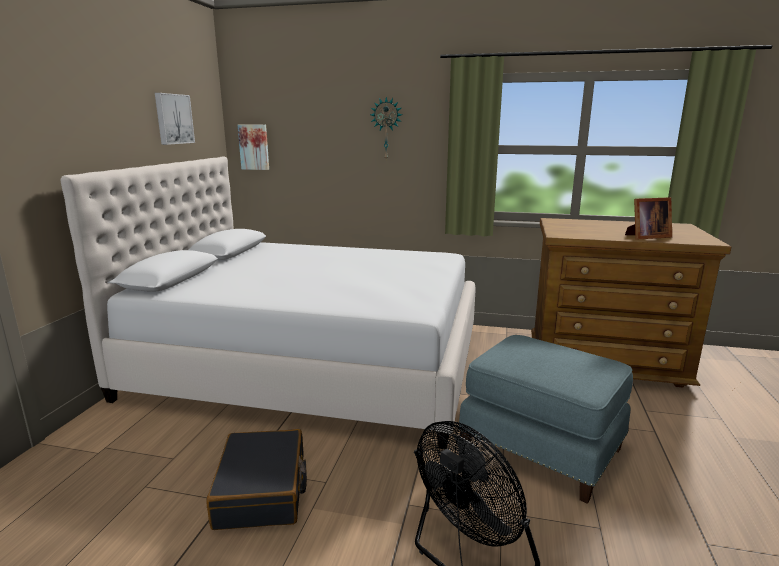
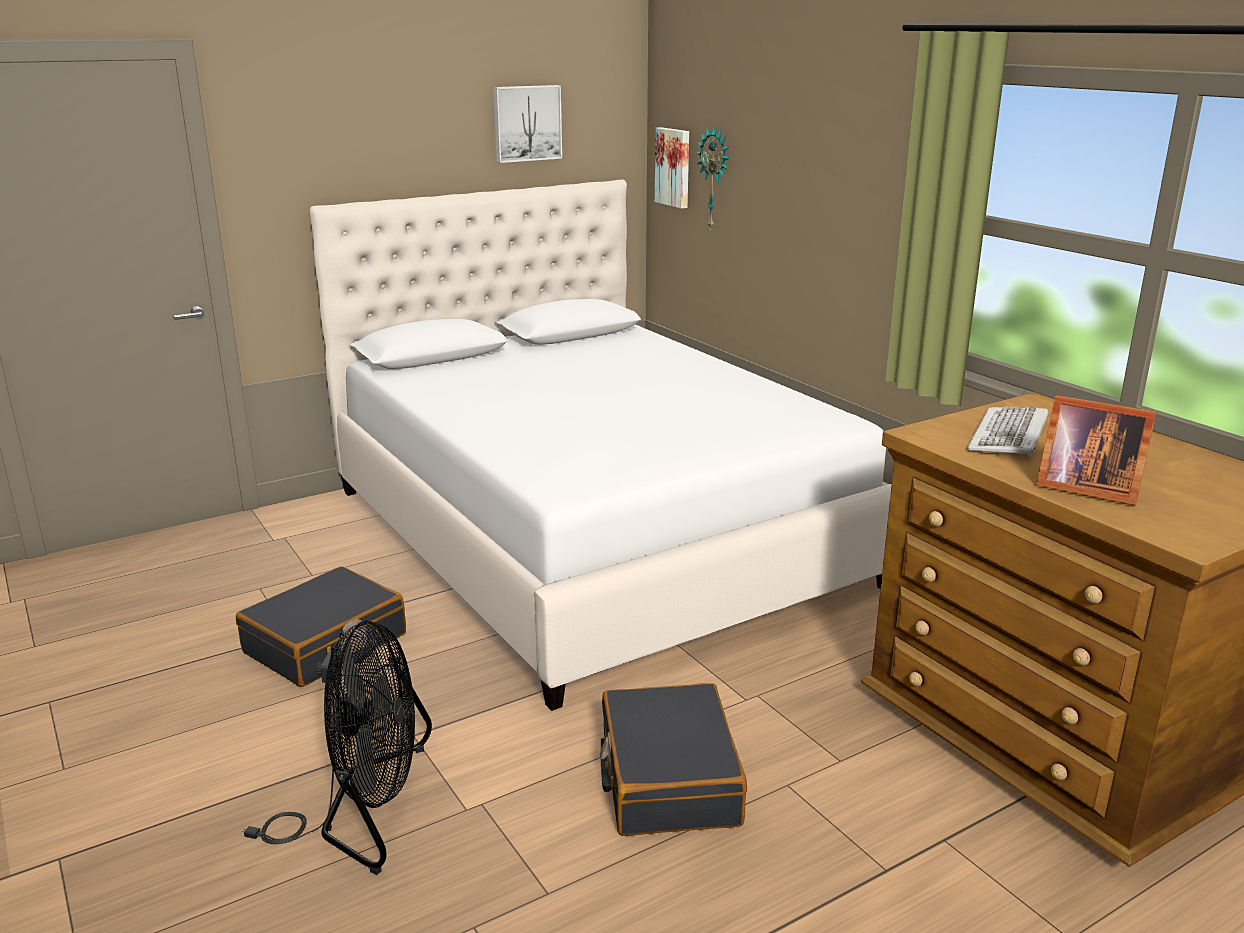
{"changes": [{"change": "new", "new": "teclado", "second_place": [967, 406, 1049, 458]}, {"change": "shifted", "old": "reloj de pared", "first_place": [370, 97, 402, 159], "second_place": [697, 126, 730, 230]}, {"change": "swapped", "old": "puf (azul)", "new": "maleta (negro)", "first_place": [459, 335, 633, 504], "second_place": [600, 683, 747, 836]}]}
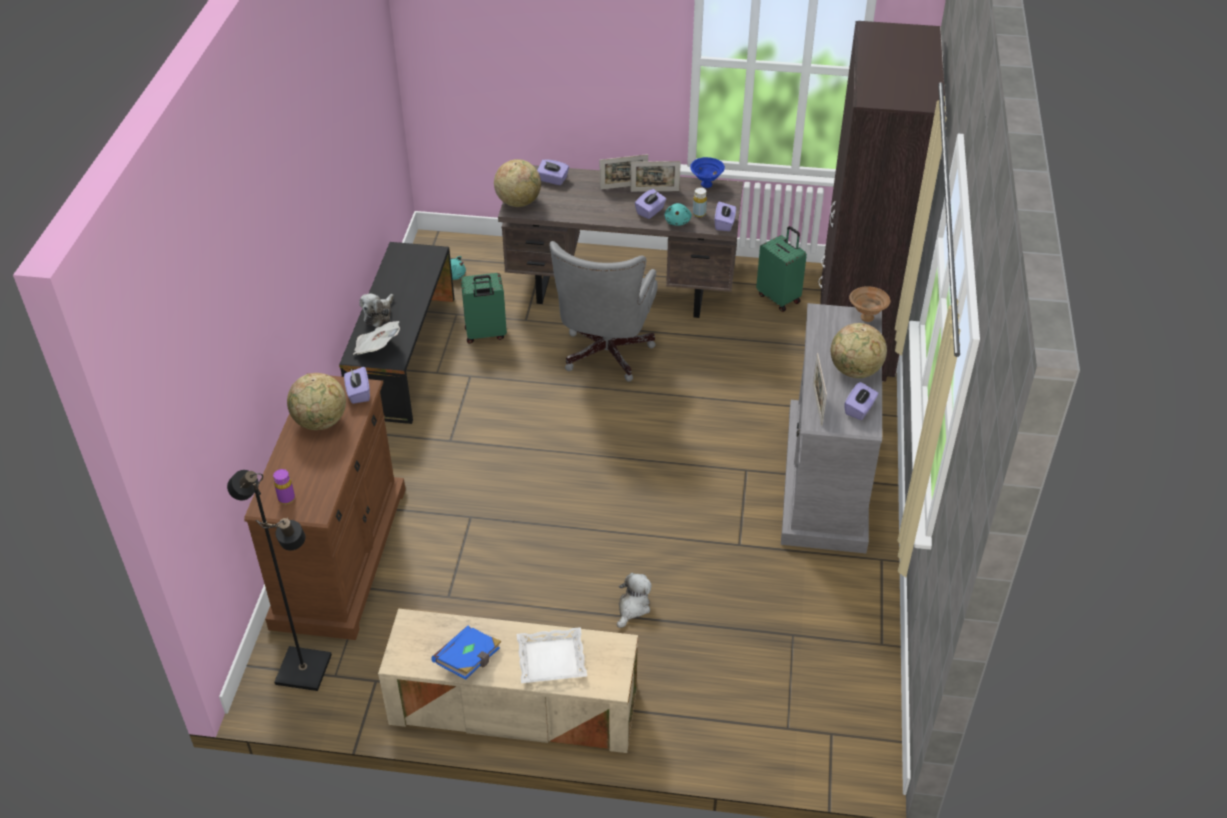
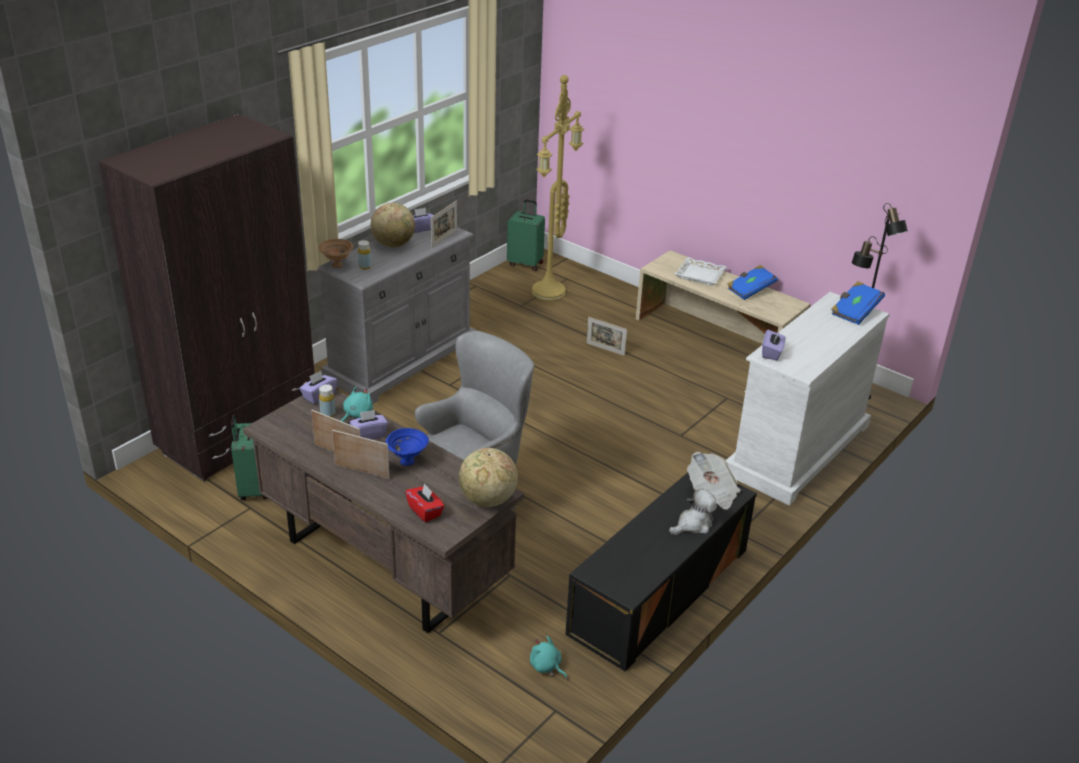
{"changes": [{"change": "gone", "old": "globo terráqueo", "first_place": [287, 373, 346, 430]}, {"change": "new", "new": "botella (amarillo)", "second_place": [358, 240, 371, 270]}, {"change": "new", "new": "lámpara de pie (amarillo)", "second_place": [532, 75, 584, 301]}, {"change": "shifted", "old": "maleta (verde)", "first_place": [461, 273, 507, 344], "second_place": [507, 199, 545, 271]}, {"change": "shifted", "old": "cuenco (azul)", "first_place": [690, 157, 725, 188], "second_place": [386, 428, 429, 466]}, {"change": "swapped", "old": "botella (morado)", "new": "libro (azul)", "first_place": [273, 469, 295, 504], "second_place": [831, 281, 885, 325]}, {"change": "swapped", "old": "peluche", "new": "portarretratos", "first_place": [617, 573, 651, 628], "second_place": [587, 317, 627, 356]}, {"change": "repainted", "old": "cómoda (marrón)", "new": "cómoda (blanco)", "first_place": [244, 373, 406, 640], "second_place": [726, 292, 890, 506]}, {"change": "repainted", "old": "caja de pañuelos (morado)", "new": "caja de pañuelos (rojo)", "first_place": [537, 159, 569, 185], "second_place": [405, 483, 444, 522]}]}
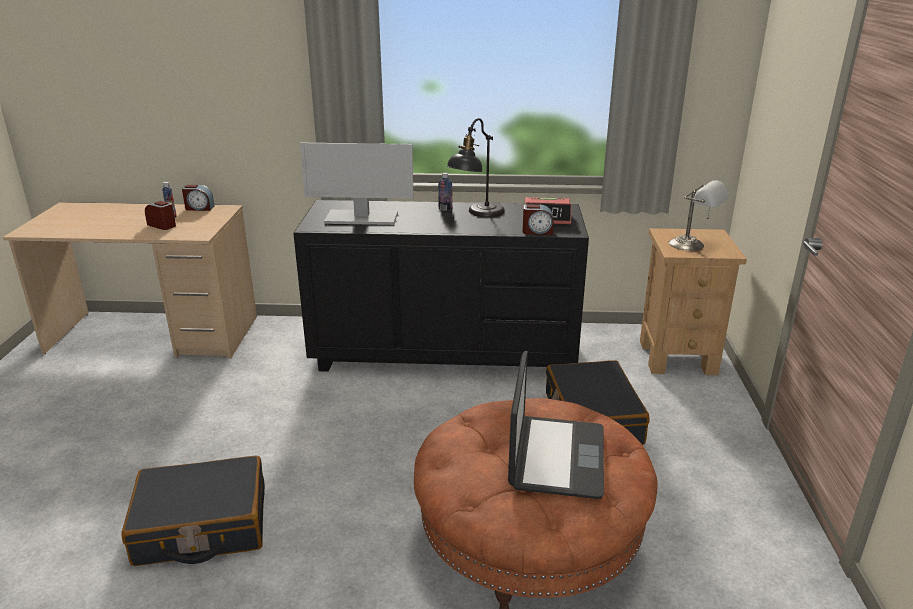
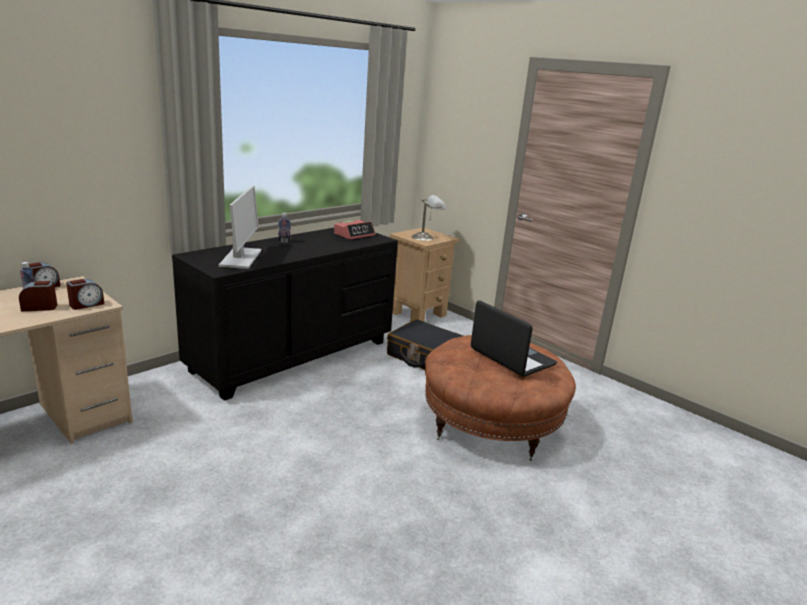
{"changes": [{"change": "gone", "old": "maleta (negro)", "first_place": [122, 455, 265, 566]}, {"change": "gone", "old": "lámpara de mesa (gris)", "first_place": [447, 118, 505, 217]}, {"change": "shifted", "old": "despertador", "first_place": [523, 204, 553, 235], "second_place": [66, 279, 104, 310]}, {"change": "rotated", "old": "monitor", "first_place": [300, 143, 413, 225], "second_place": [219, 186, 261, 269], "degrees": -45}]}
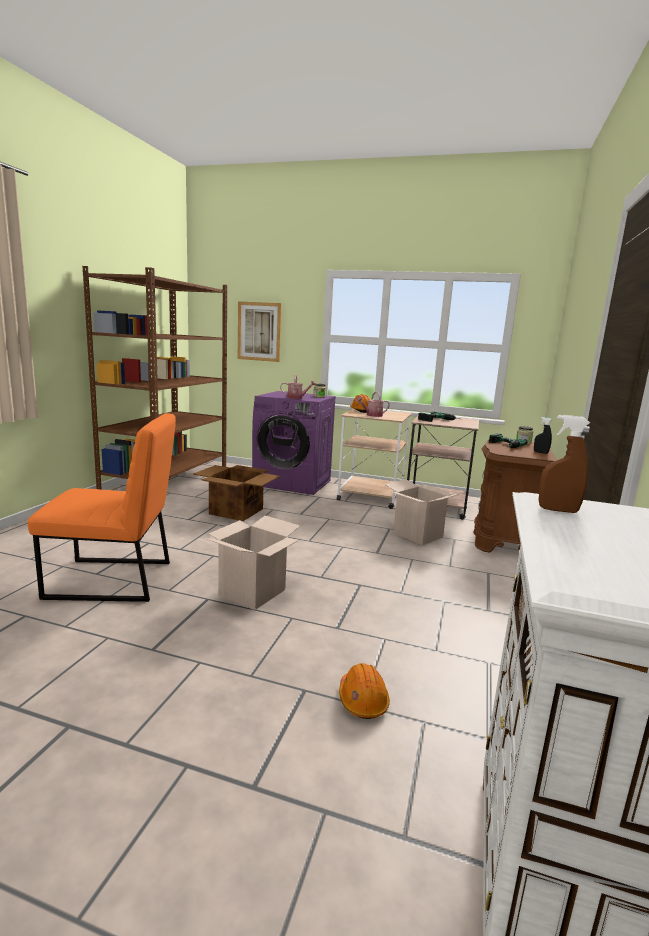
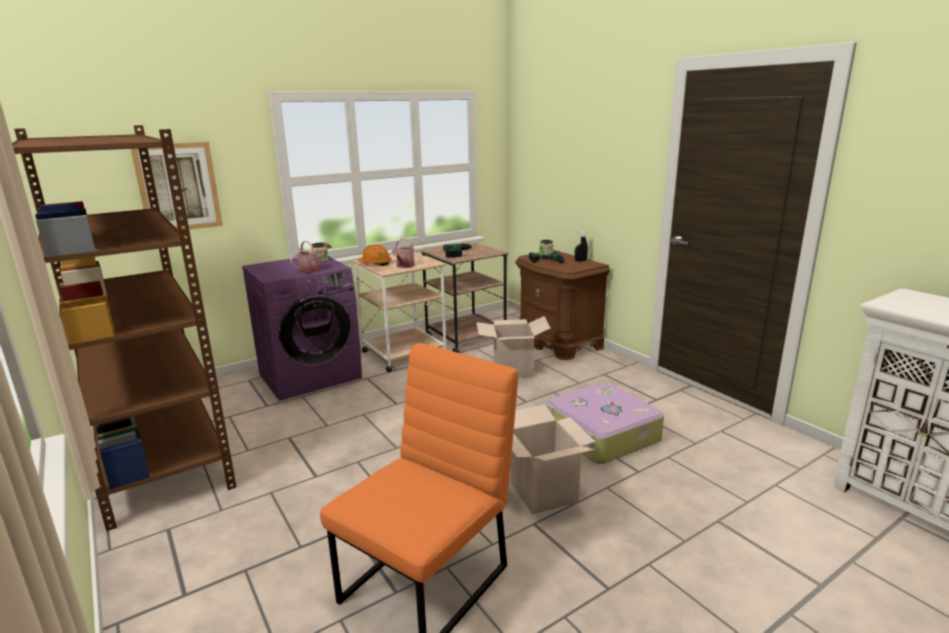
{"changes": [{"change": "gone", "old": "caja de cartón", "first_place": [193, 465, 280, 521]}, {"change": "gone", "old": "casco (naranja)", "first_place": [339, 663, 390, 719]}, {"change": "gone", "old": "pulverizador (marrón)", "first_place": [539, 415, 590, 513]}, {"change": "new", "new": "maleta", "second_place": [546, 382, 664, 464]}]}
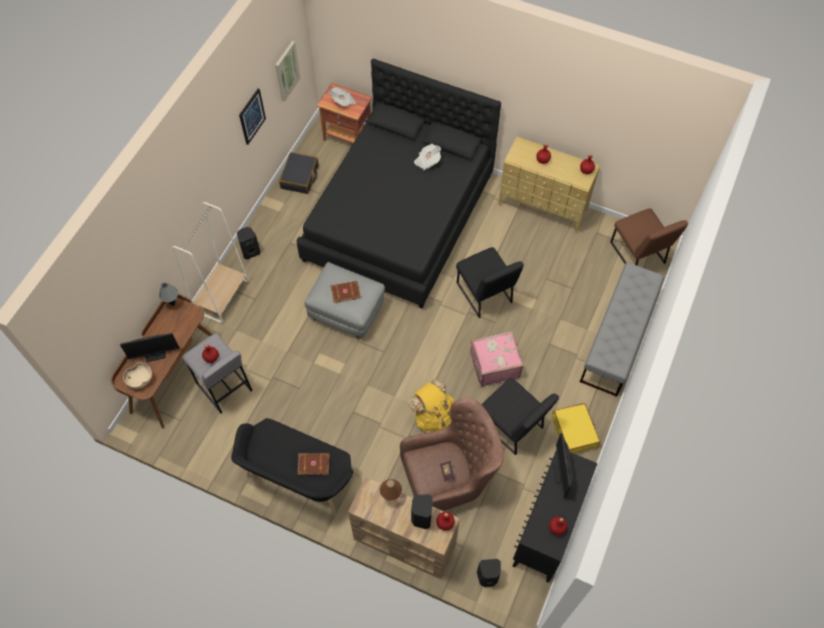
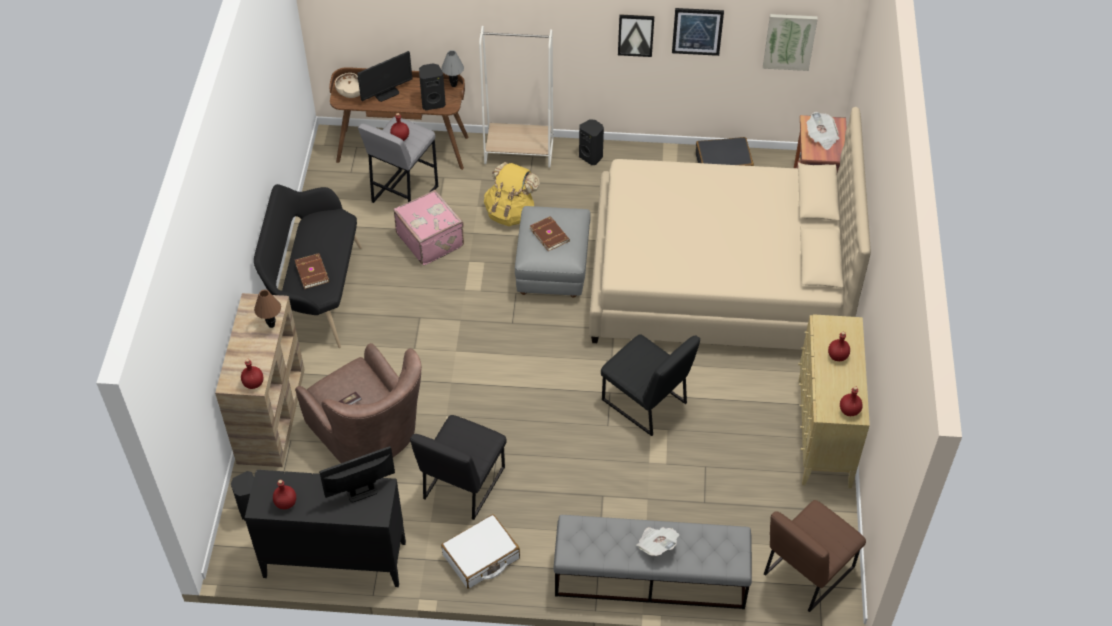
{"changes": [{"change": "new", "new": "cuadro", "second_place": [618, 14, 654, 57]}, {"change": "shifted", "old": "mochila (amarillo)", "first_place": [409, 379, 455, 432], "second_place": [484, 162, 540, 226]}, {"change": "shifted", "old": "altavoz (negro)", "first_place": [411, 494, 433, 529], "second_place": [419, 63, 446, 110]}, {"change": "shifted", "old": "periódico", "first_place": [414, 144, 441, 170], "second_place": [636, 527, 679, 556]}, {"change": "shifted", "old": "maleta (rosa)", "first_place": [470, 331, 524, 386], "second_place": [393, 190, 464, 266]}, {"change": "repainted", "old": "cama (negro)", "new": "cama (beis)", "first_place": [296, 59, 501, 309], "second_place": [589, 107, 871, 350]}, {"change": "repainted", "old": "maleta (amarillo)", "new": "maleta (blanco)", "first_place": [552, 403, 600, 453], "second_place": [441, 514, 520, 589]}, {"change": "rotated", "old": "monitor", "first_place": [120, 333, 179, 362], "second_place": [357, 51, 412, 102], "degrees": -90}, {"change": "rotated", "old": "silla (negro)", "first_place": [456, 247, 524, 318], "second_place": [601, 334, 700, 436], "degrees": -90}]}
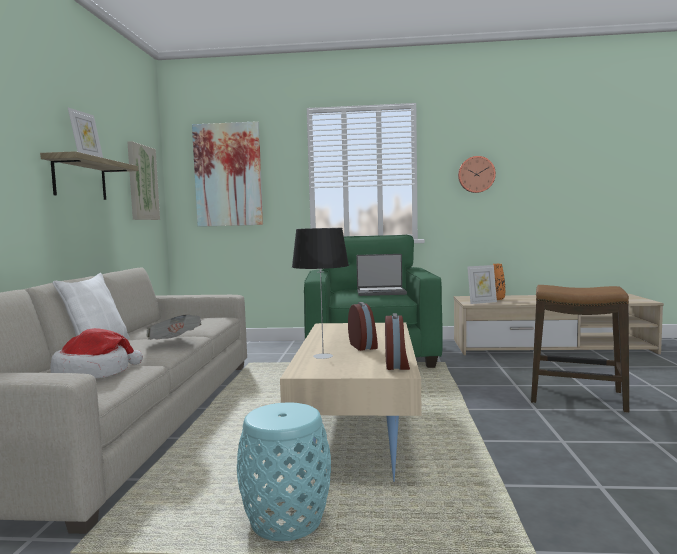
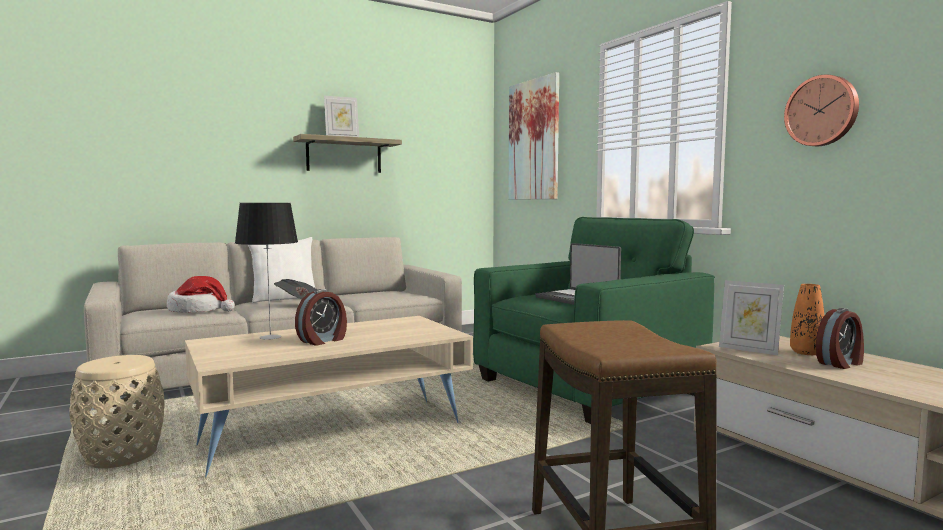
{"changes": [{"change": "gone", "old": "cuadro", "first_place": [127, 141, 160, 220]}, {"change": "shifted", "old": "despertador", "first_place": [385, 313, 410, 370], "second_place": [816, 308, 864, 369]}, {"change": "repainted", "old": "taburete (turquesa)", "new": "taburete (beis)", "first_place": [237, 403, 331, 541], "second_place": [69, 355, 165, 468]}]}
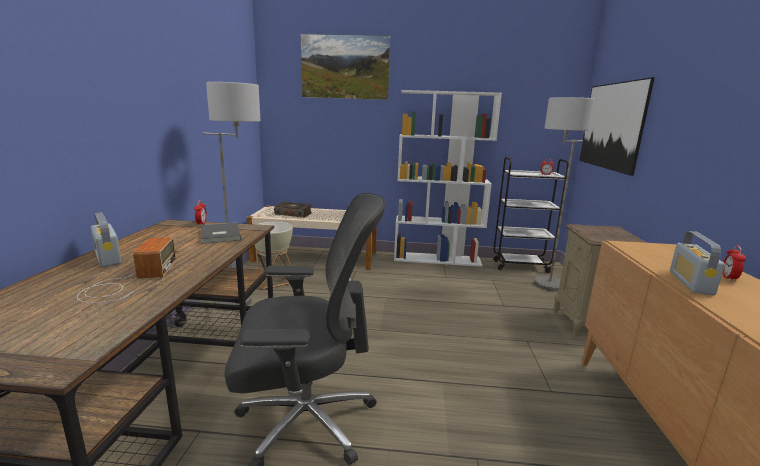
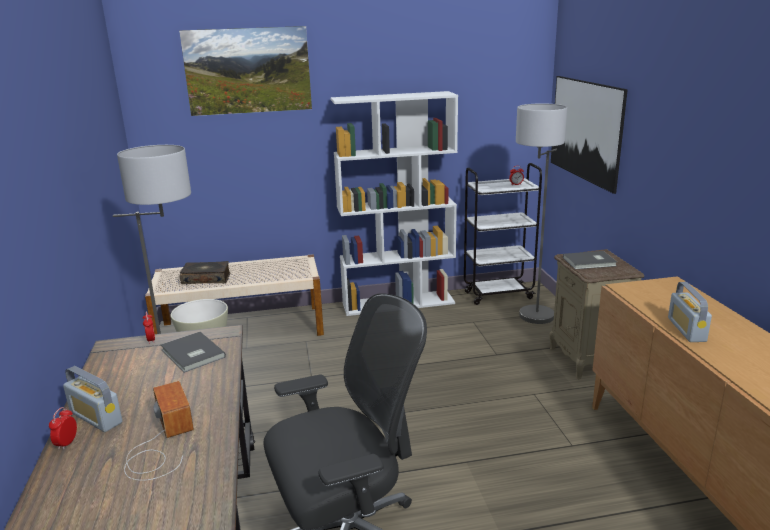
{"changes": [{"change": "new", "new": "libro (gris)", "second_place": [563, 251, 617, 269]}, {"change": "shifted", "old": "despertador", "first_place": [723, 245, 746, 282], "second_place": [49, 407, 77, 450]}]}
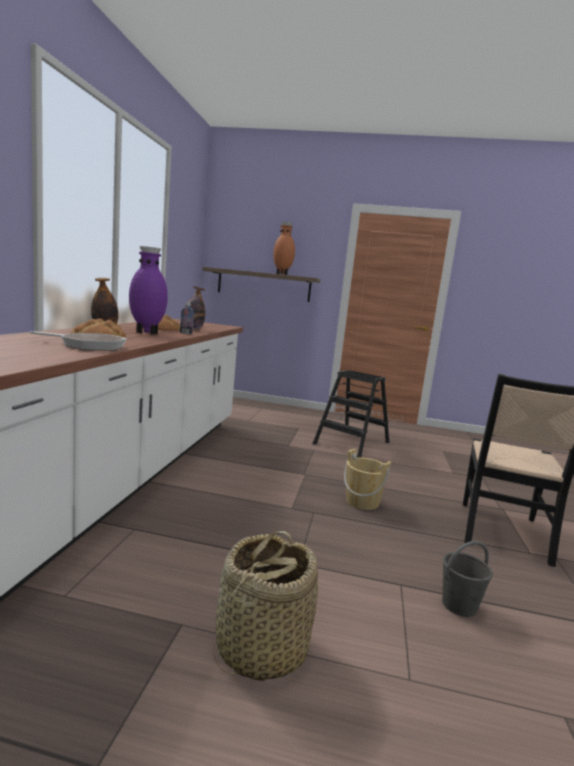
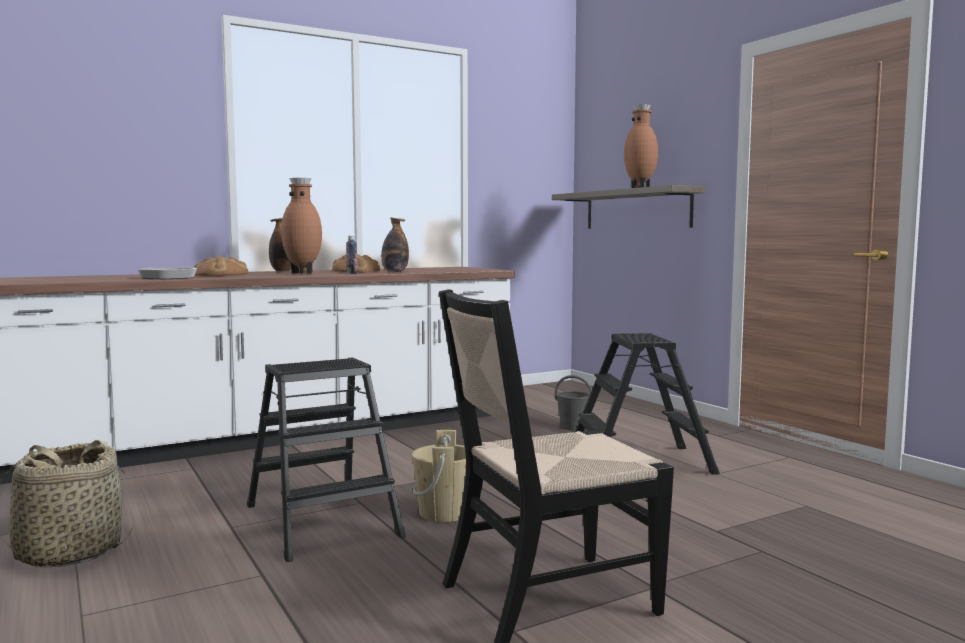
{"changes": [{"change": "new", "new": "escalera de tijera (negro)", "second_place": [247, 357, 406, 562]}, {"change": "shifted", "old": "cubo (gris)", "first_place": [442, 541, 493, 617], "second_place": [555, 375, 592, 430]}, {"change": "repainted", "old": "florero (morado)", "new": "florero (marrón)", "first_place": [129, 246, 168, 335], "second_place": [281, 178, 322, 274]}]}
